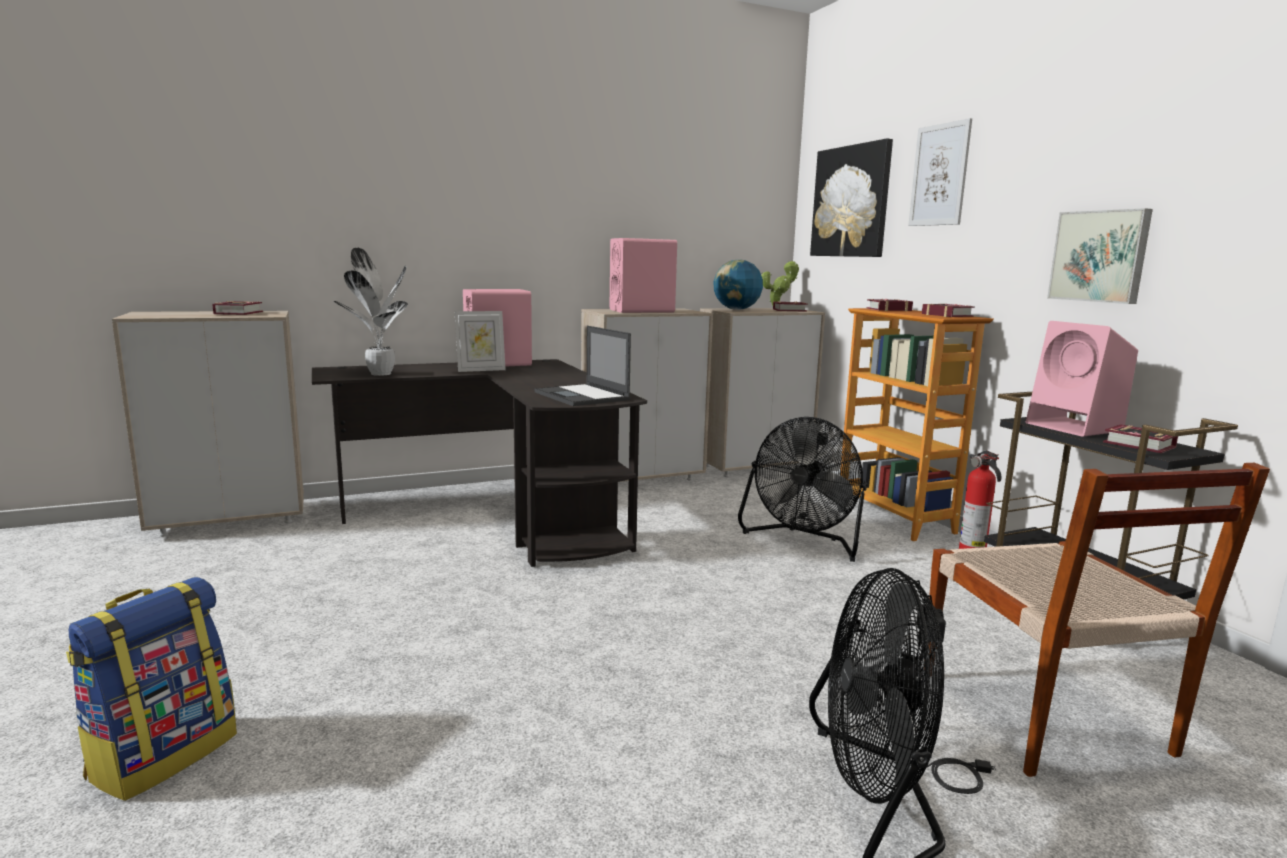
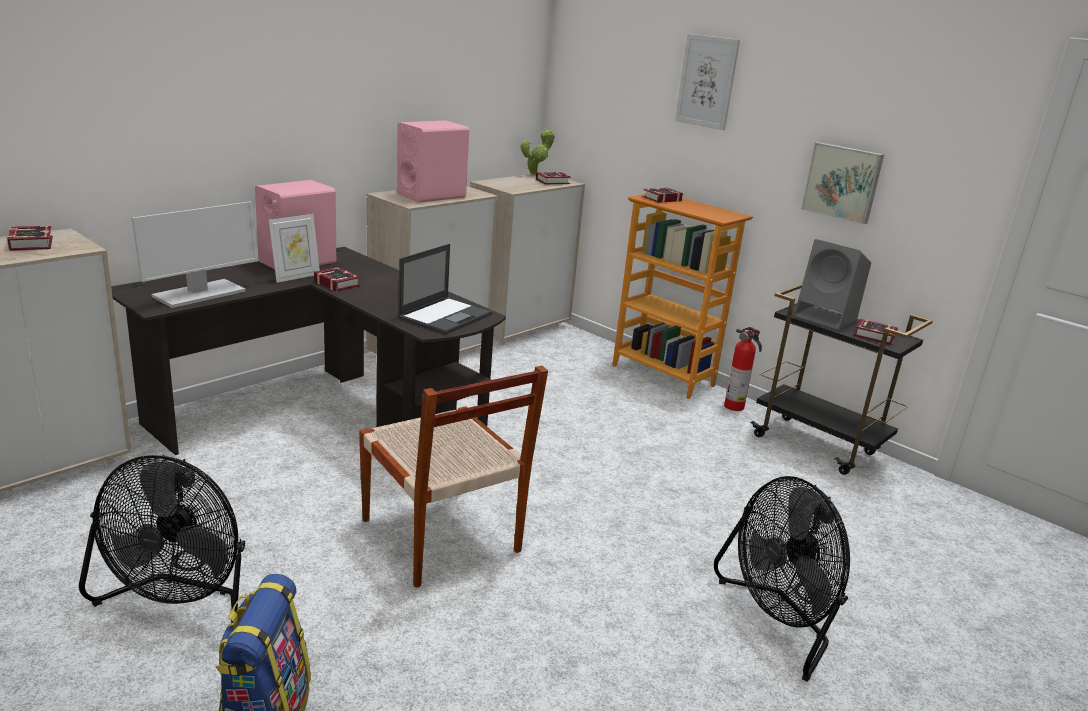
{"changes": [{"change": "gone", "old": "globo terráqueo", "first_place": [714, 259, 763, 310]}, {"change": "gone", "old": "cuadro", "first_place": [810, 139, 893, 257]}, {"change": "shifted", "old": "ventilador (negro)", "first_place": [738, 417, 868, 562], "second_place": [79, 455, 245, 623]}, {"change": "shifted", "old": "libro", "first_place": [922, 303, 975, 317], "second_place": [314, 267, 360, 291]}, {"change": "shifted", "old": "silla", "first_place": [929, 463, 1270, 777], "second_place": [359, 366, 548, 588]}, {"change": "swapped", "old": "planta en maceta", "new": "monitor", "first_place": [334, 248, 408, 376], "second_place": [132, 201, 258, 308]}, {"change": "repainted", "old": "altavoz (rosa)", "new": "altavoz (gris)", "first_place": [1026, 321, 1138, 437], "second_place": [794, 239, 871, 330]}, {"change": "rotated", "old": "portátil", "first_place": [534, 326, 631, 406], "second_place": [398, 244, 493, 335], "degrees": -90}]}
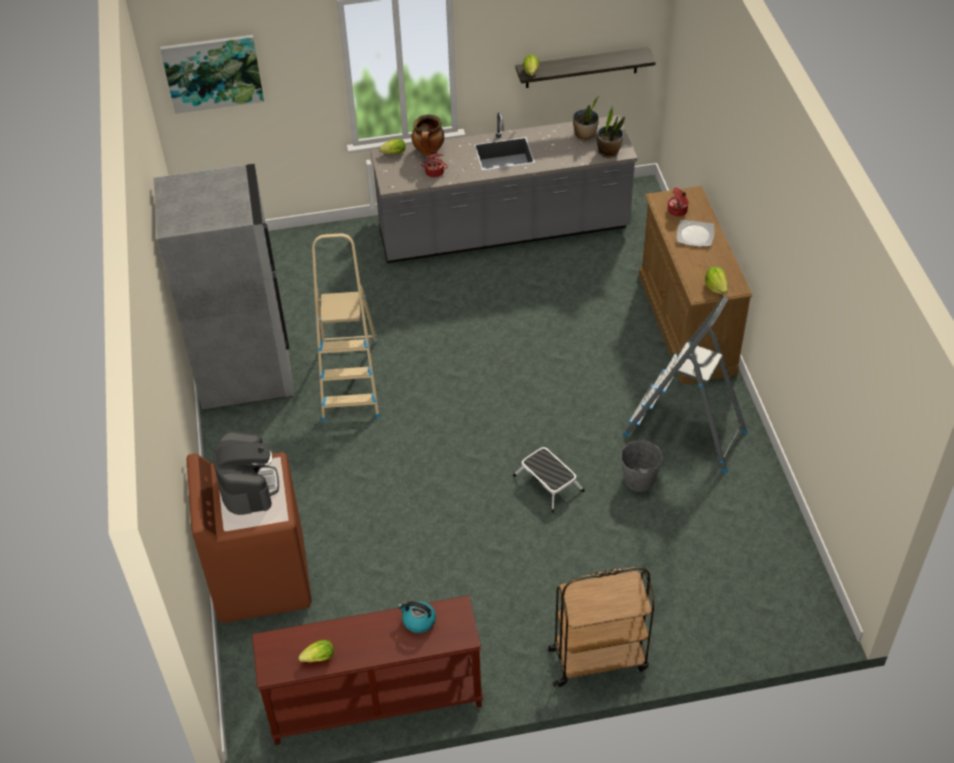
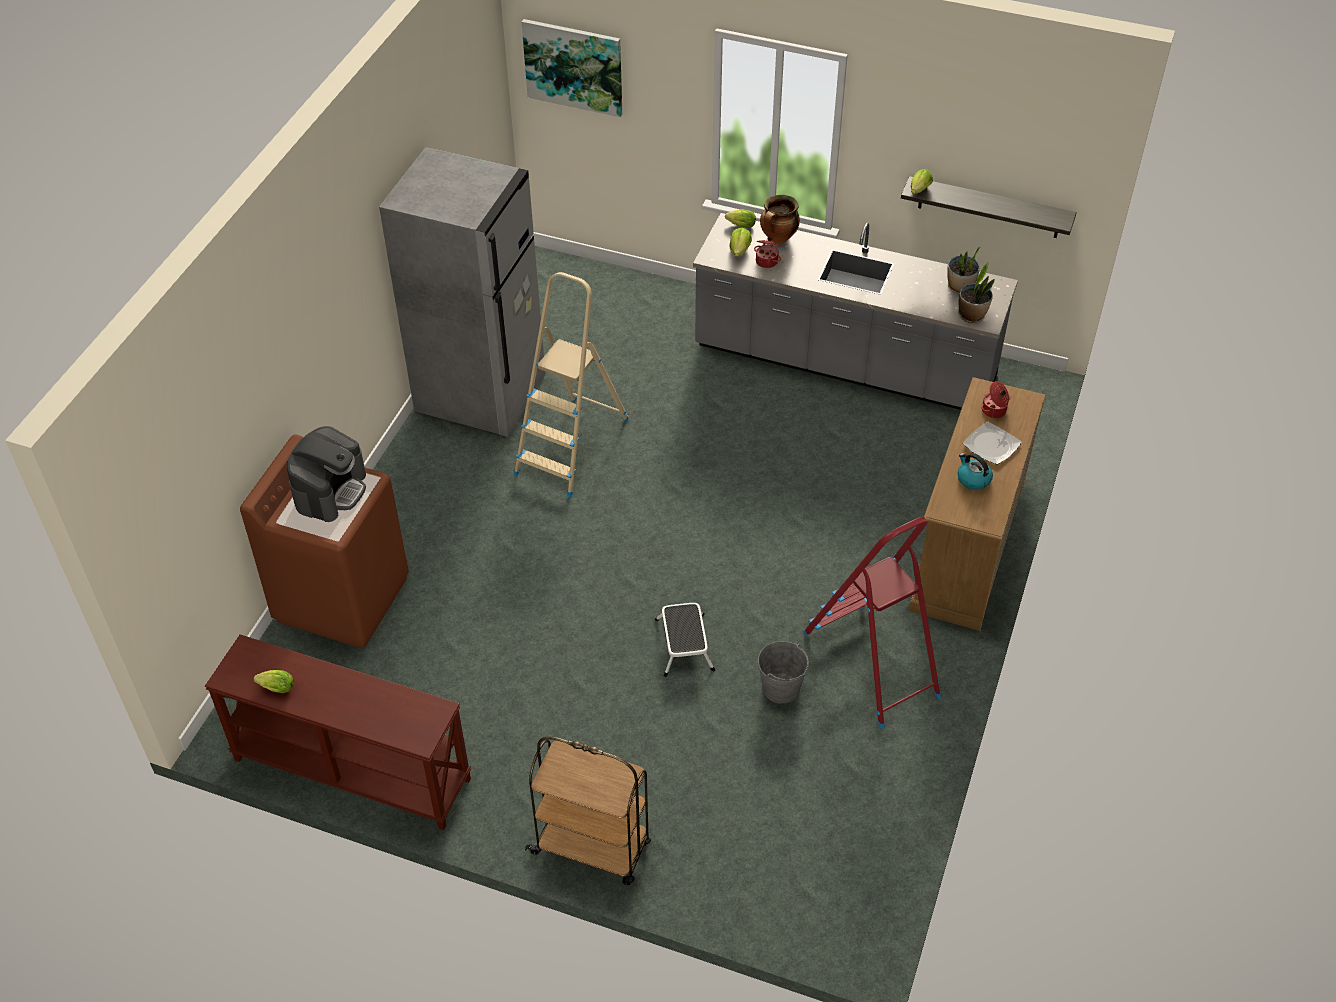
{"changes": [{"change": "shifted", "old": "hervidor", "first_place": [398, 601, 436, 633], "second_place": [957, 453, 993, 490]}, {"change": "shifted", "old": "lechuga", "first_place": [705, 267, 728, 294], "second_place": [729, 228, 752, 257]}, {"change": "repainted", "old": "escalera de tijera (gris)", "new": "escalera de tijera (rojo)", "first_place": [623, 296, 748, 473], "second_place": [803, 517, 941, 729]}]}
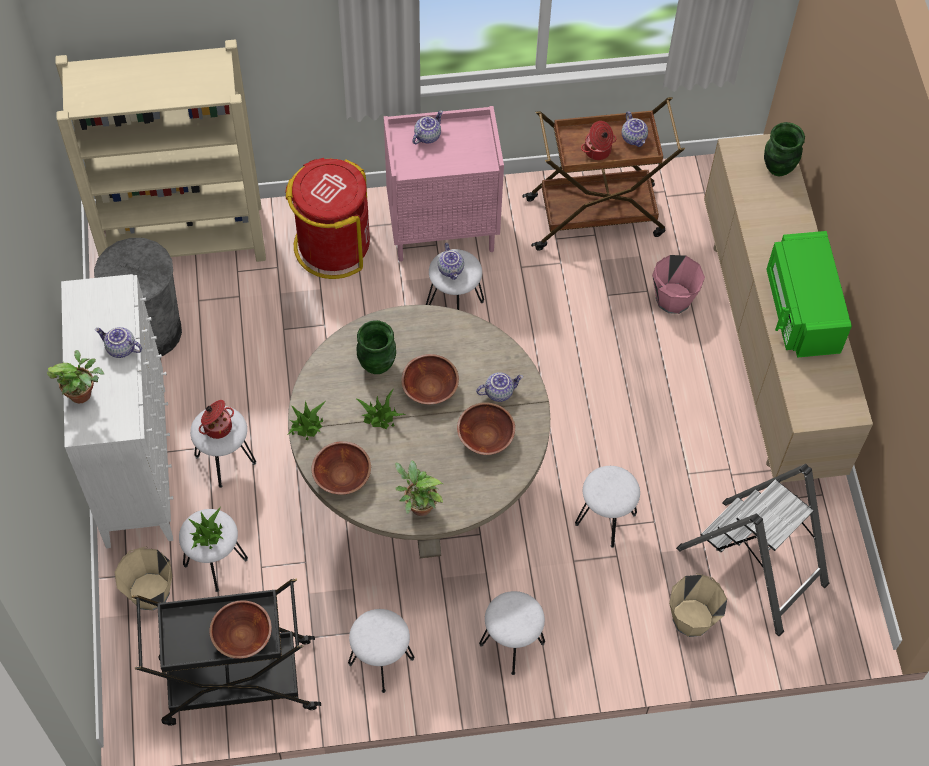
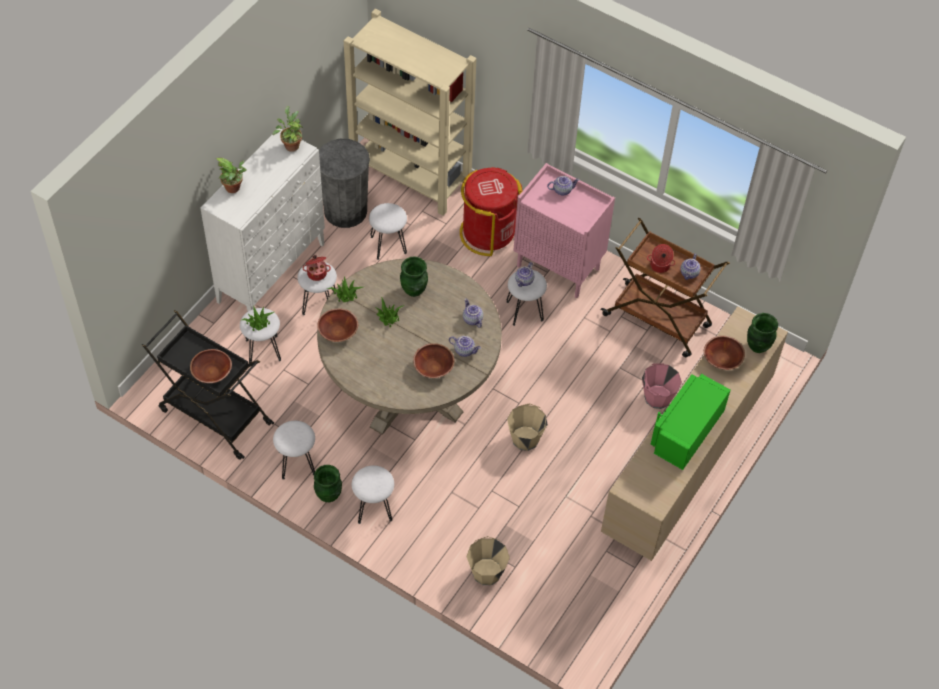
{"changes": [{"change": "gone", "old": "escalera de tijera (gris)", "first_place": [676, 464, 830, 636]}, {"change": "new", "new": "florero (verde)", "second_place": [314, 465, 342, 502]}, {"change": "shifted", "old": "tetera", "first_place": [95, 327, 142, 358], "second_place": [463, 298, 483, 328]}, {"change": "shifted", "old": "cubo (beis)", "first_place": [115, 547, 172, 610], "second_place": [507, 403, 548, 451]}, {"change": "shifted", "old": "planta en maceta", "first_place": [395, 460, 443, 516], "second_place": [272, 106, 303, 152]}, {"change": "shifted", "old": "cuenco (marrón)", "first_place": [401, 354, 459, 404], "second_place": [704, 336, 745, 370]}, {"change": "shifted", "old": "taburete (blanco)", "first_place": [575, 466, 640, 548], "second_place": [369, 203, 407, 260]}]}
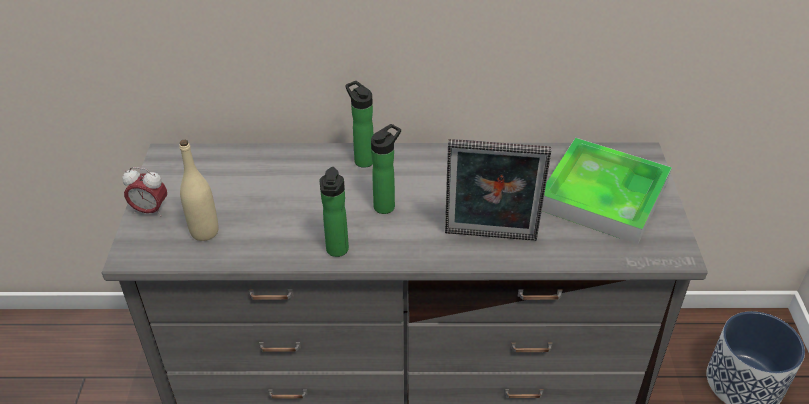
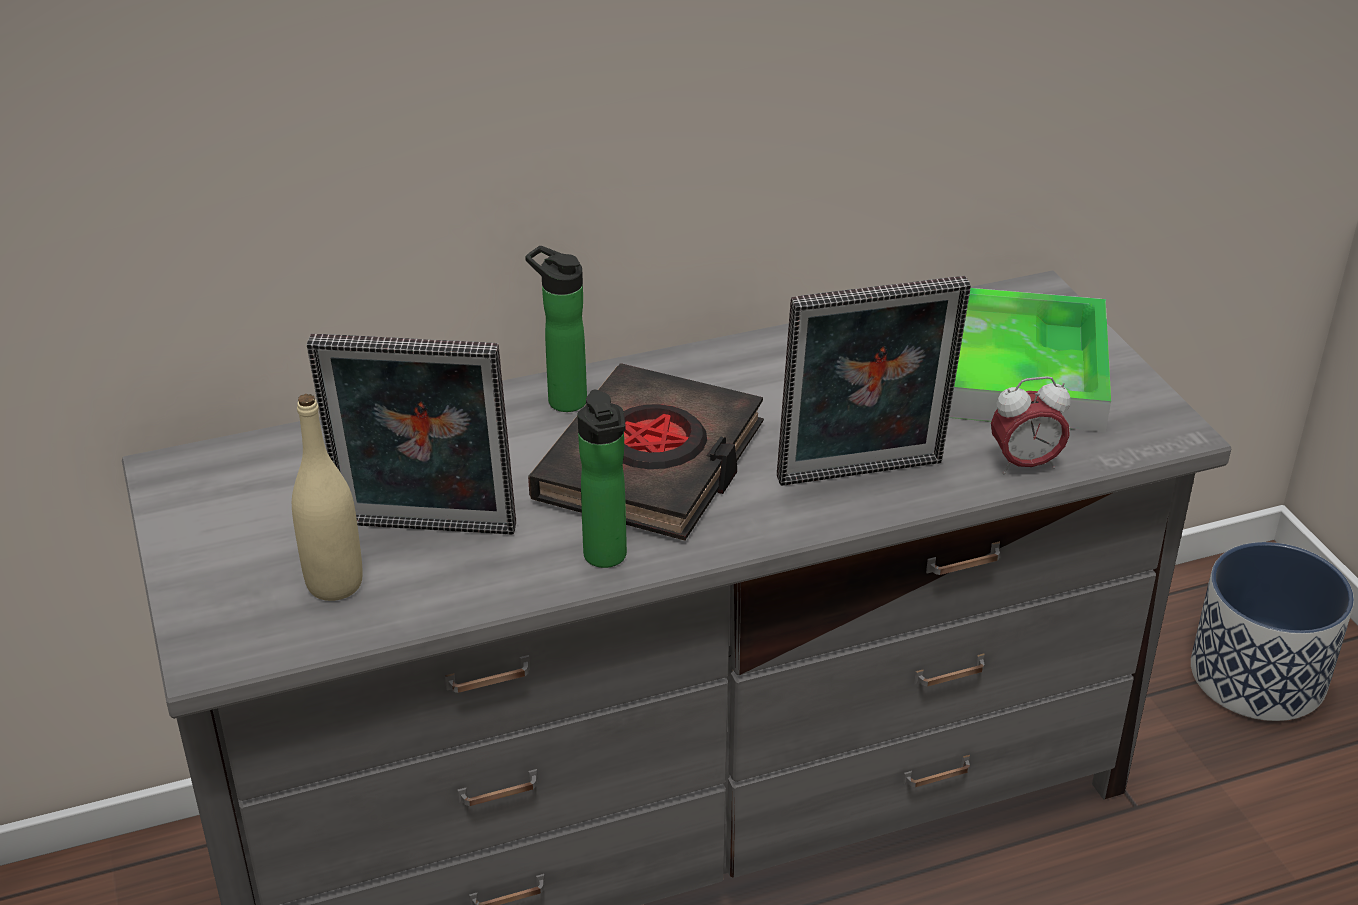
{"changes": [{"change": "new", "new": "portarretratos", "second_place": [307, 334, 516, 535]}, {"change": "shifted", "old": "despertador", "first_place": [122, 167, 167, 217], "second_place": [991, 376, 1071, 474]}, {"change": "swapped", "old": "botella", "new": "libro (negro)", "first_place": [371, 124, 401, 214], "second_place": [528, 363, 764, 541]}]}
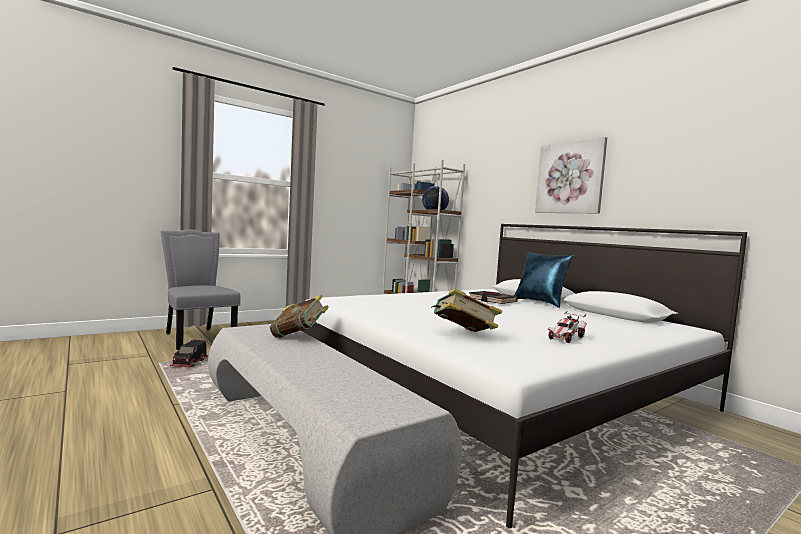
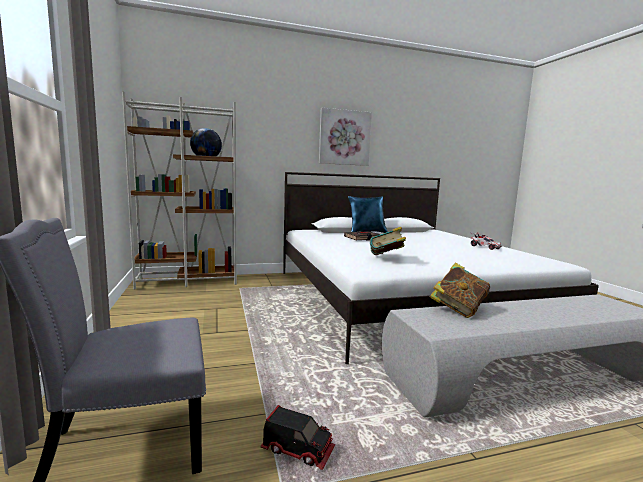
{"changes": [{"change": "shifted", "old": "libro", "first_place": [431, 288, 502, 332], "second_place": [370, 227, 406, 255]}]}
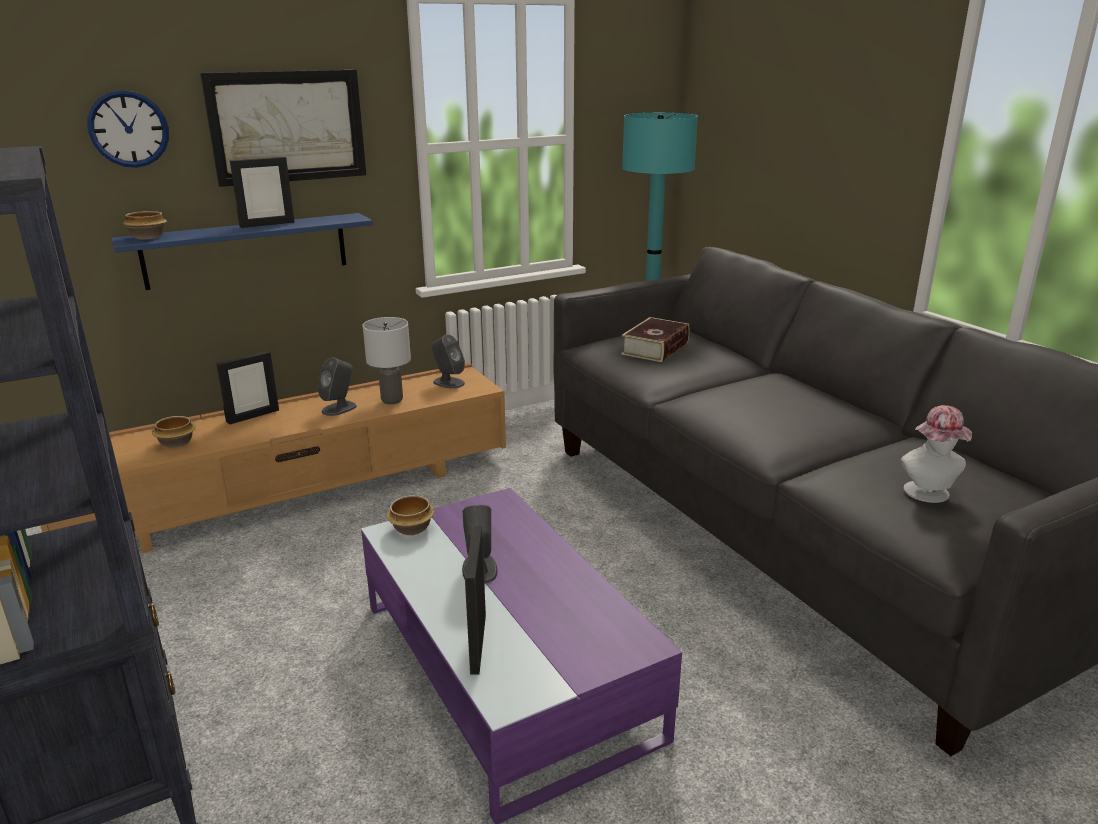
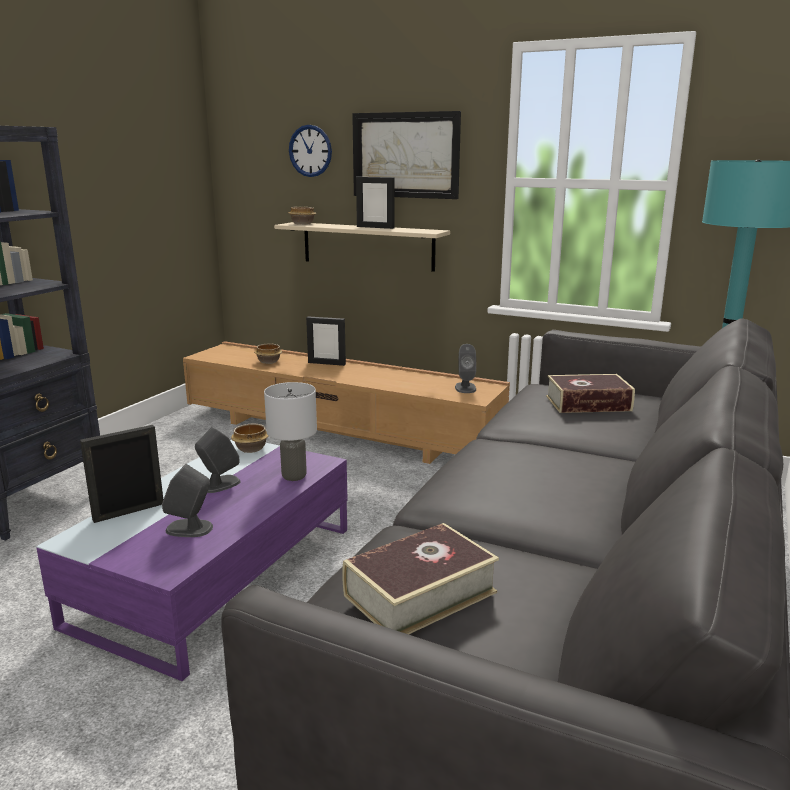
{"changes": [{"change": "shifted", "old": "altavoz (gris)", "first_place": [317, 357, 357, 416], "second_place": [162, 464, 213, 537]}, {"change": "shifted", "old": "lámpara de mesa (blanco)", "first_place": [363, 317, 411, 404], "second_place": [264, 382, 317, 481]}, {"change": "swapped", "old": "sombrero", "new": "libro", "first_place": [900, 405, 972, 503], "second_place": [342, 523, 499, 634]}, {"change": "repainted", "old": "estante (azul)", "new": "estante (beis)", "first_place": [111, 213, 373, 290], "second_place": [274, 222, 450, 272]}]}
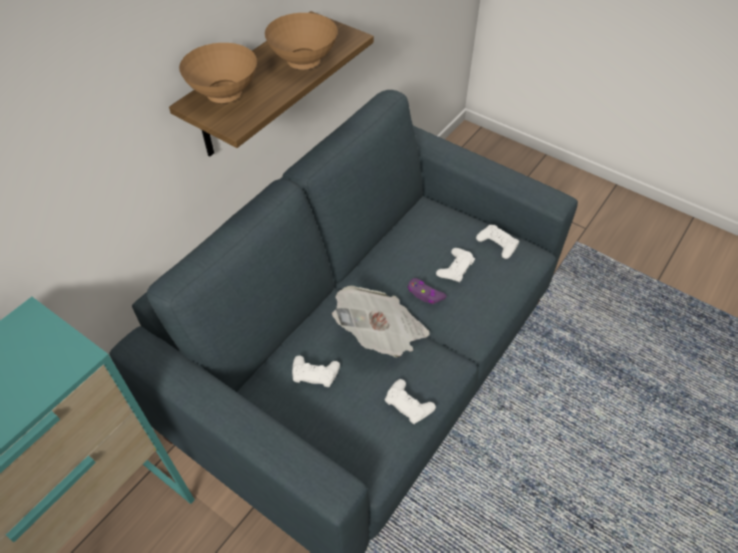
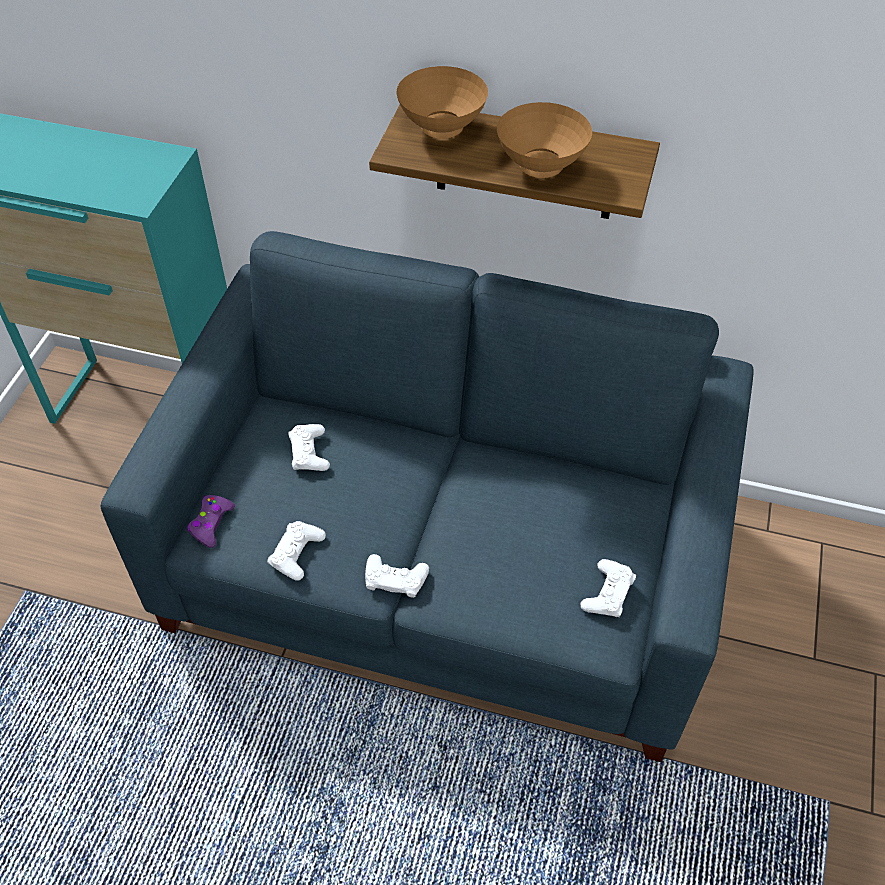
{"changes": [{"change": "gone", "old": "periódico", "first_place": [332, 285, 430, 357]}, {"change": "shifted", "old": "mando de consola (morado)", "first_place": [408, 278, 447, 304], "second_place": [187, 495, 235, 548]}, {"change": "shifted", "old": "mando de consola (blanco)", "first_place": [436, 248, 475, 283], "second_place": [365, 554, 429, 598]}]}
